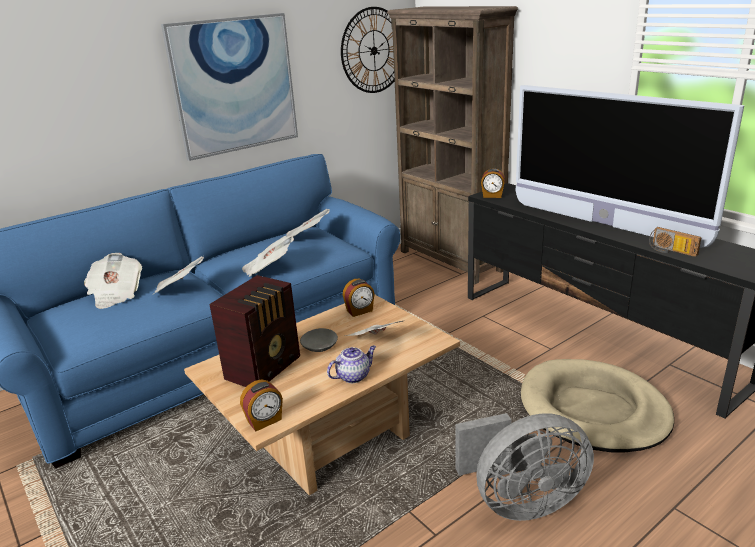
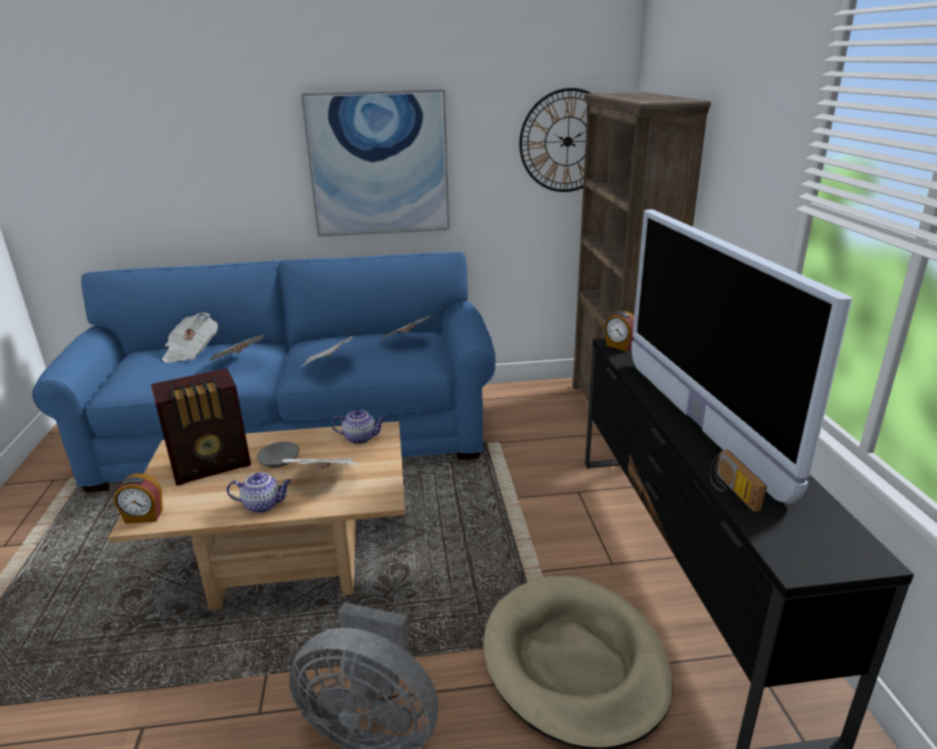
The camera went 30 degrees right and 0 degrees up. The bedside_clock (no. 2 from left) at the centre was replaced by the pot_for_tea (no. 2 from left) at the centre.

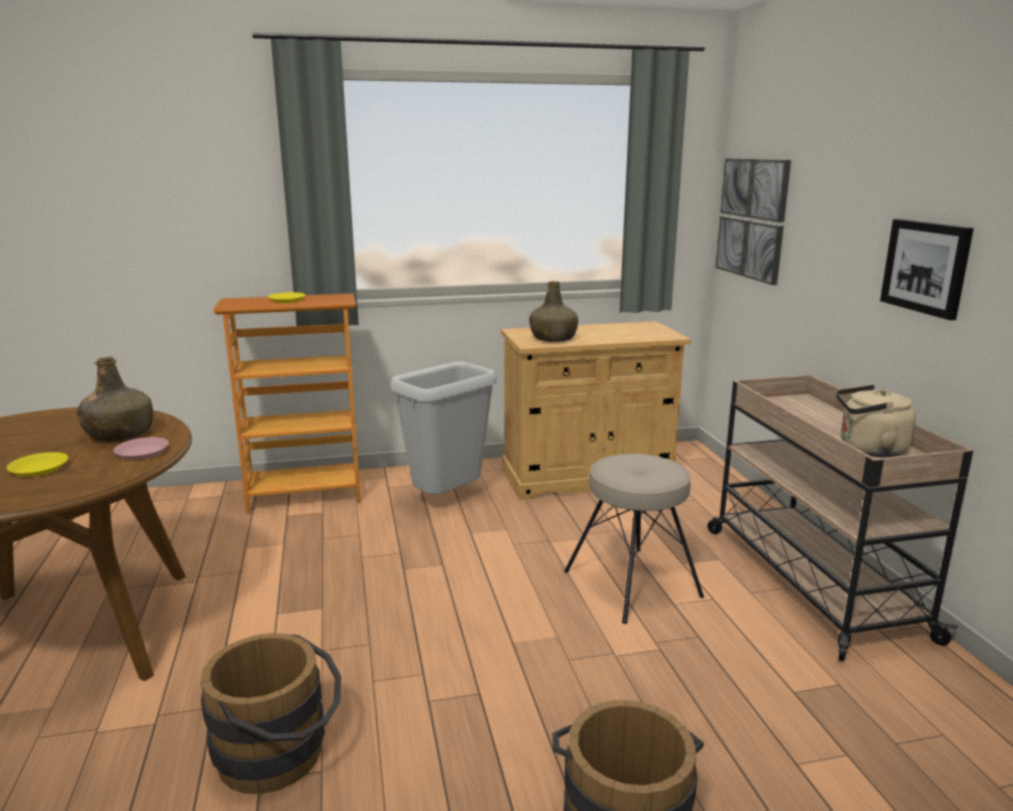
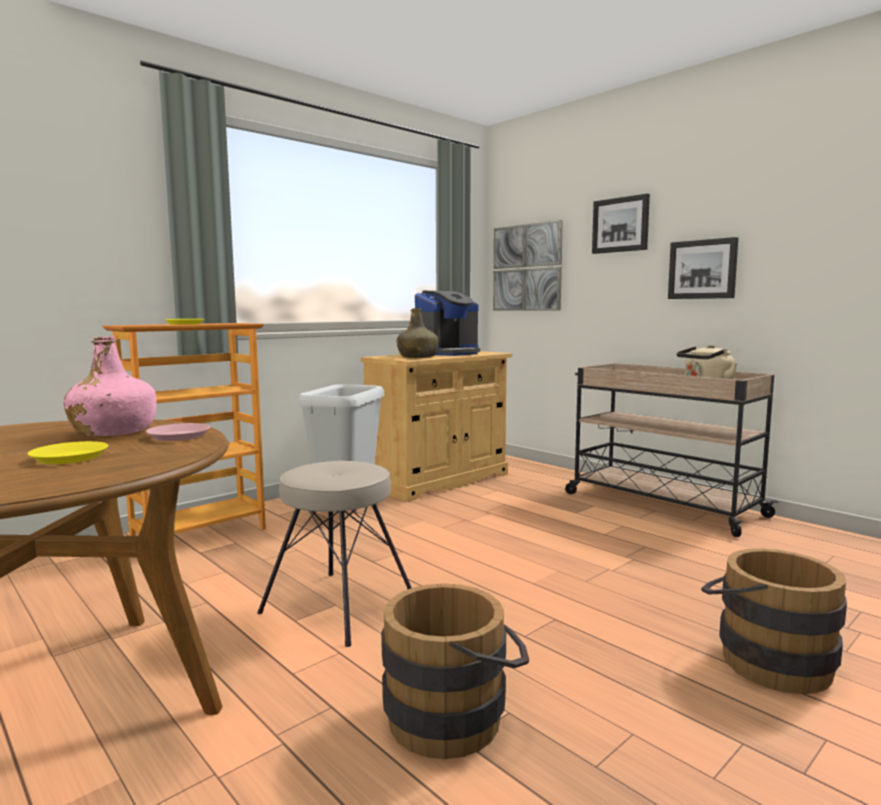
The camera went 30 degrees left and 10 degrees down. The coffee_machine at the centre appeared. The picture (no. 2 from left) at the top right appeared. The sand-coloured_stool_seat moved from the centre to the bottom centre. The green_bottle (no. 1 from left) at the middle left became the pink-coloured_bottle at the middle left.

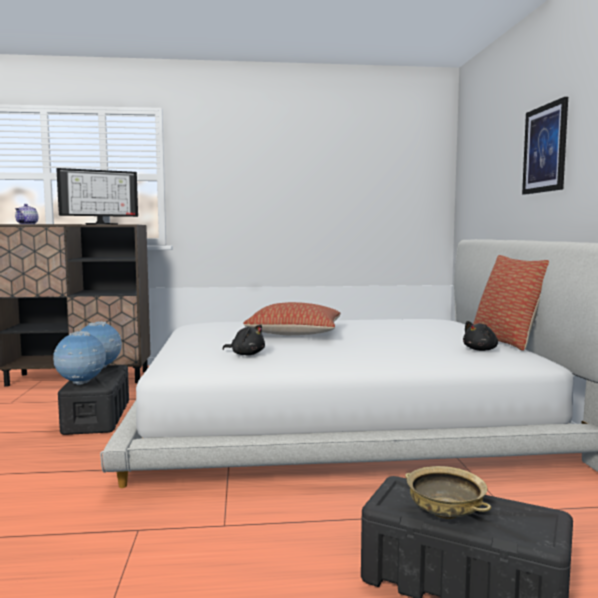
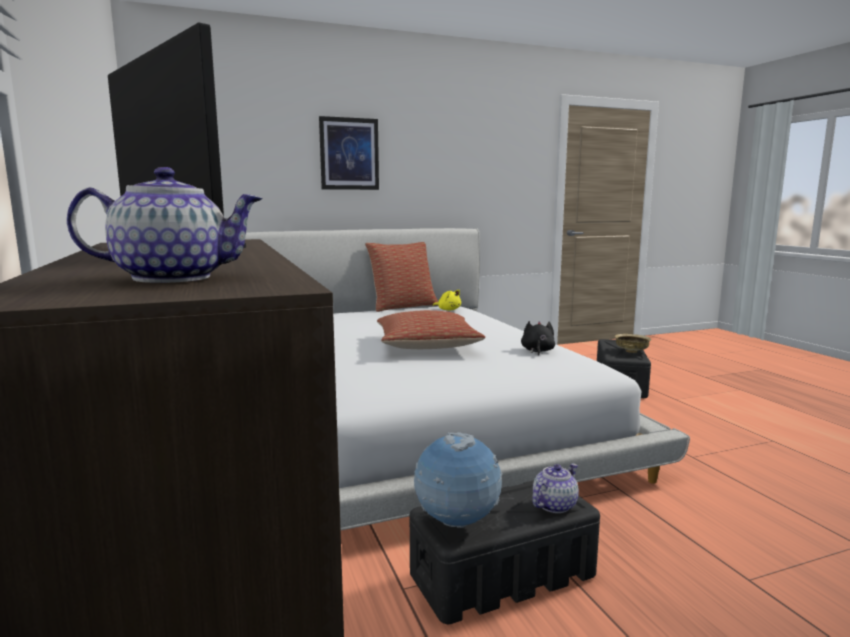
The camera went 105 degrees left and 5 degrees up. The globe (no. 1 from left) at the middle left was replaced by the pot_for_tea (no. 2 from left) at the bottom centre. The black_cuddly_toy (no. 2 from left) at the middle right became the yellowish_cuddly_toy at the centre.

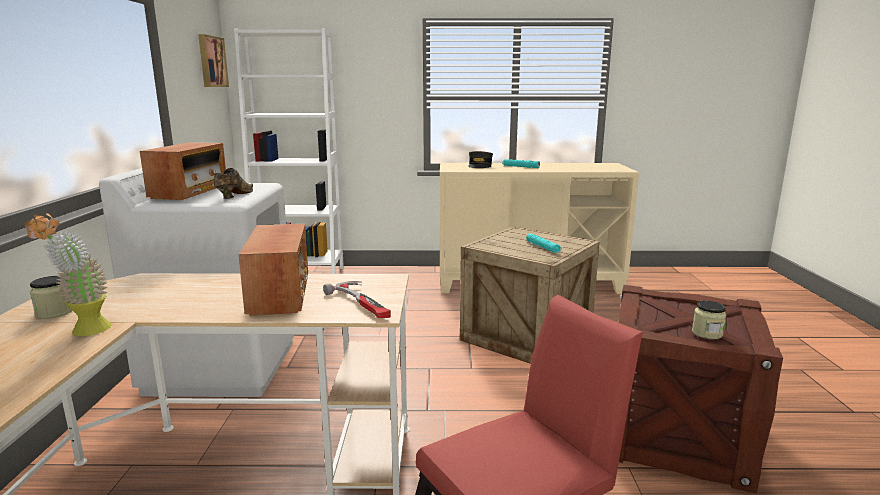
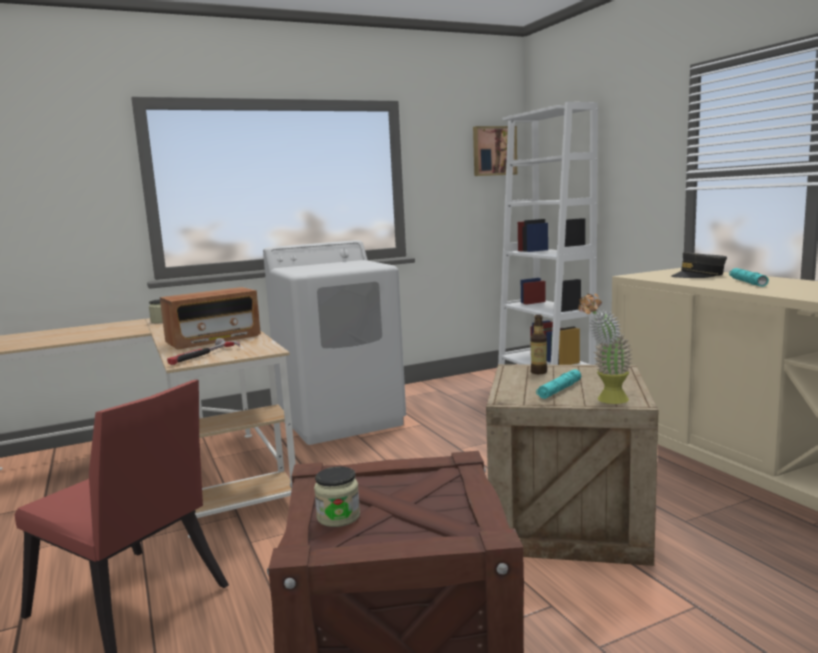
The camera went 65 degrees right and 5 degrees down. The radio_receiver (no. 1 from left) at the middle left disappeared. The brown-coloured_low_shoe at the middle left disappeared. The bottle at the centre appeared. The plant_in_a_pot moved from the middle left to the middle right.

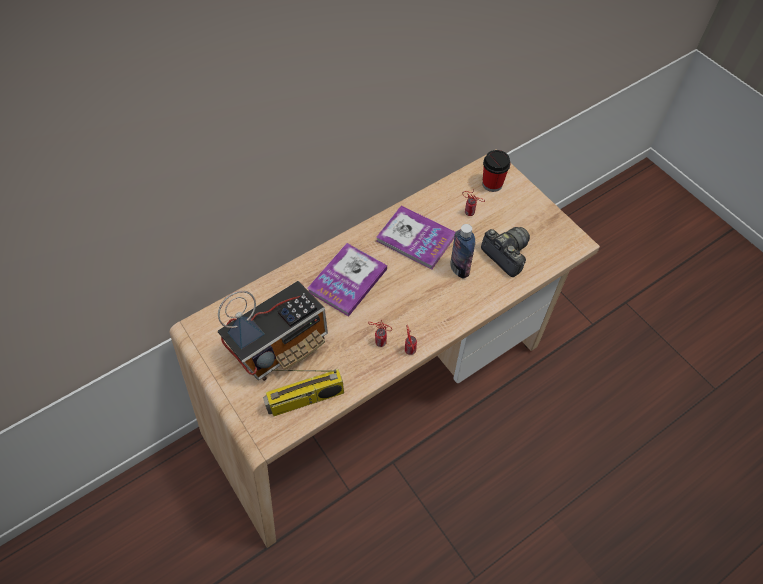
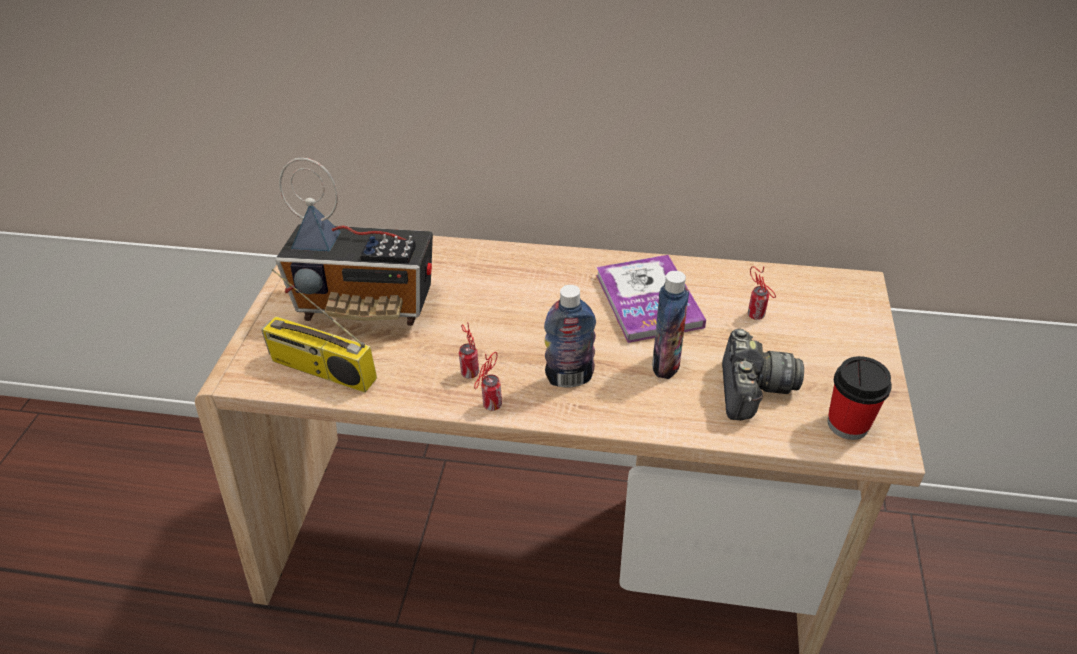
The camera went 45 degrees right and 15 degrees down. The volume (no. 1 from left) at the centre disappeared. The bottle (no. 1 from left) at the centre appeared. The cup moved from the top centre to the middle right.

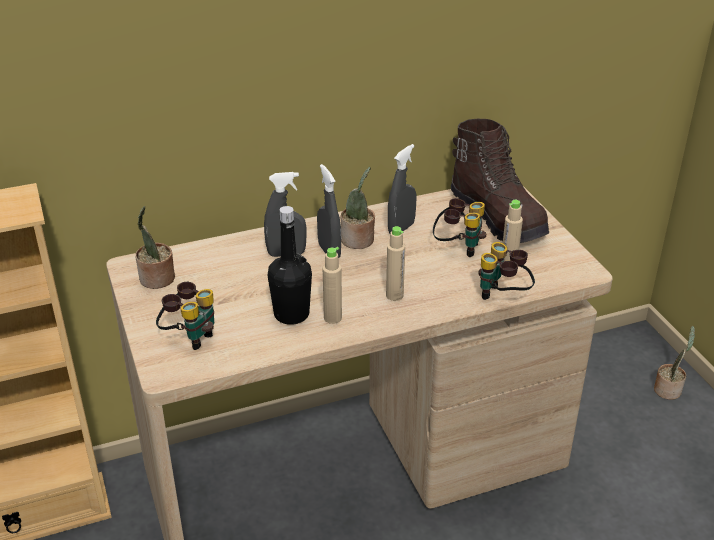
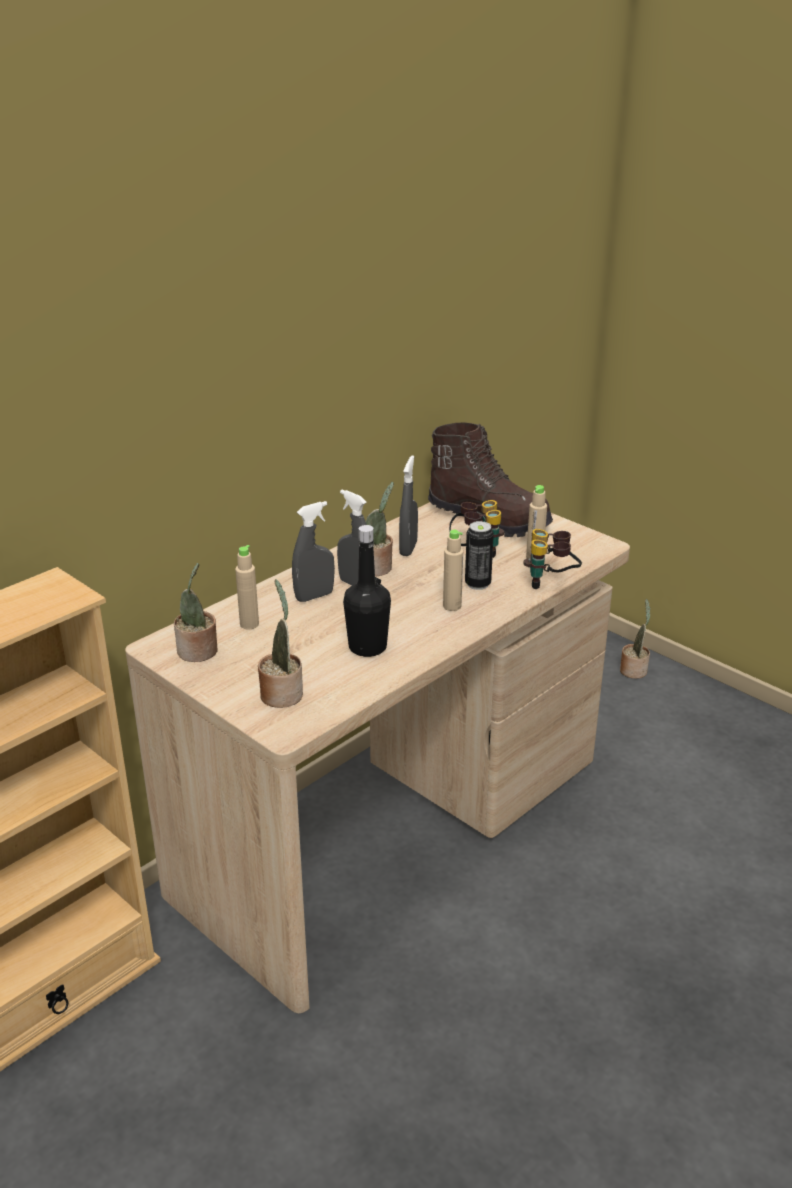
The camera went 25 degrees left and 5 degrees down. The can at the centre appeared. The sand-coloured_bottle (no. 1 from left) moved from the centre to the middle left. The field_glasses (no. 1 from left) at the middle left was replaced by the plant_in_a_pot (no. 2 from left) at the centre.

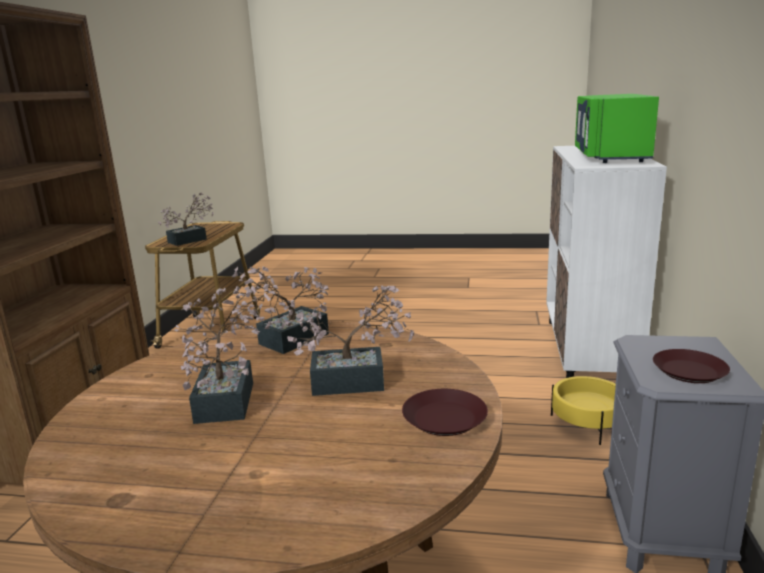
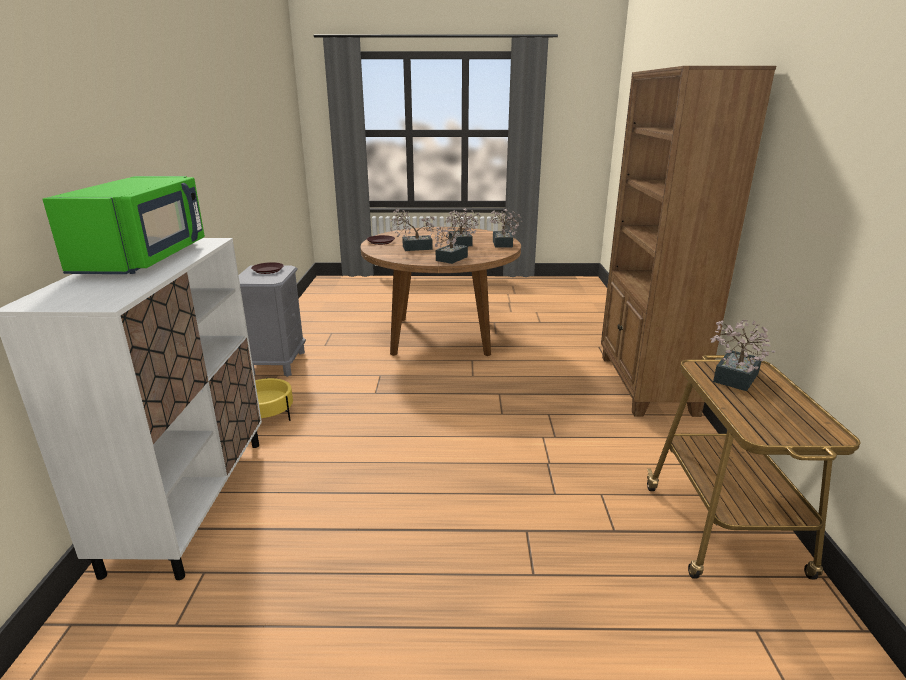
The camera went 170 degrees right and 5 degrees up. The plant_in_a_pot (no. 4 from left) at the centre appeared.

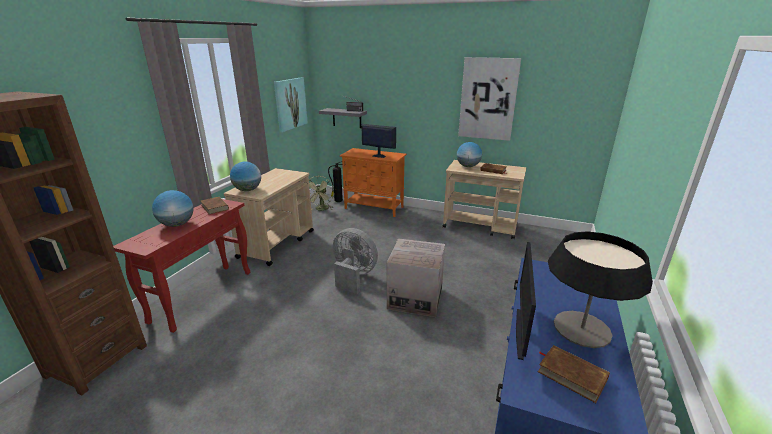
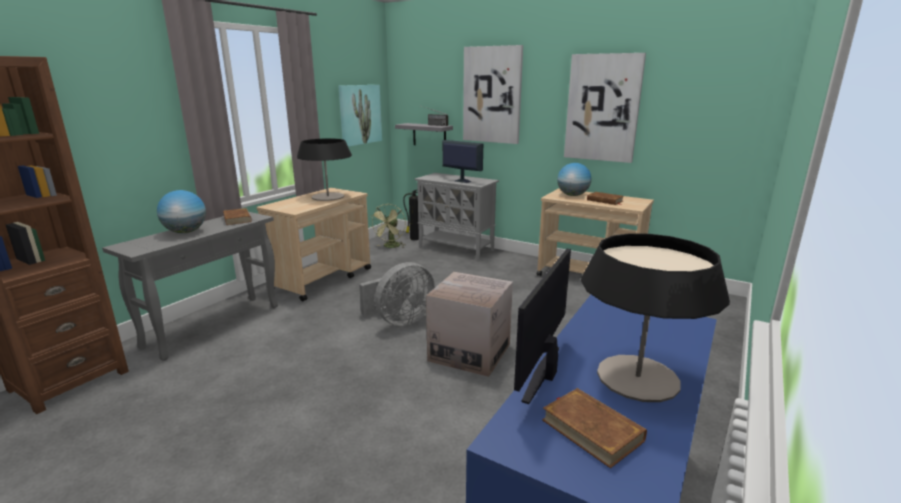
The camera went 10 degrees right and 5 degrees down. The globe (no. 2 from left) at the middle left disappeared. The tabletop_lamp (no. 1 from left) at the centre appeared. The picture (no. 2 from left) at the top centre appeared. The red-coloured_console_table at the middle left became the greyish_console_table at the middle left. The orange-coloured_cupboard at the centre became the greyish_cupboard at the centre. The greyish_electric_fan at the centre turned 105 degrees clockwise.

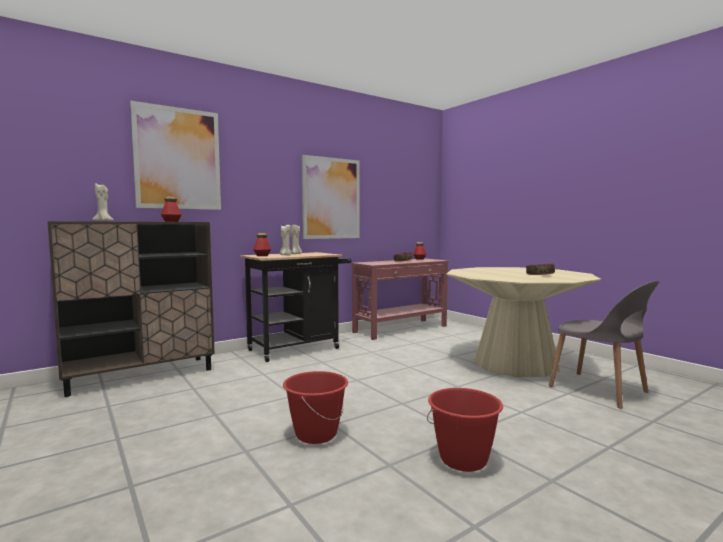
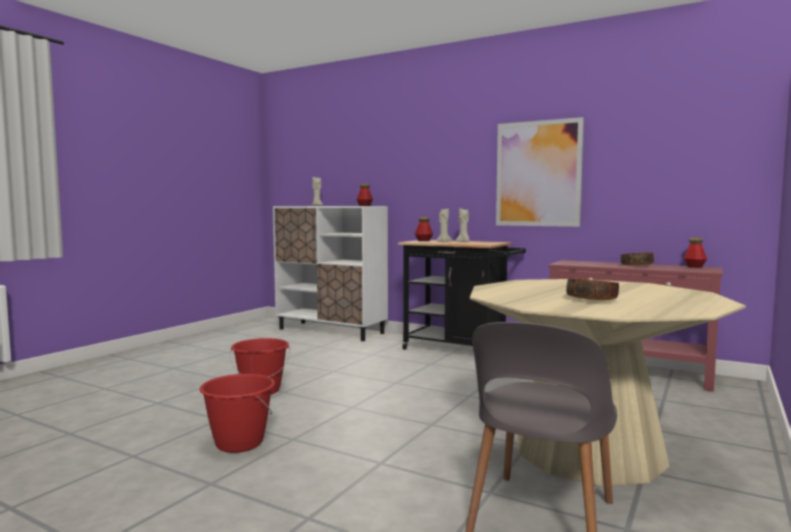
The camera went 65 degrees right and 0 degrees up. The picture (no. 1 from left) at the top left disappeared. The brown-coloured_cupboard at the middle left became the white_cupboard at the centre.

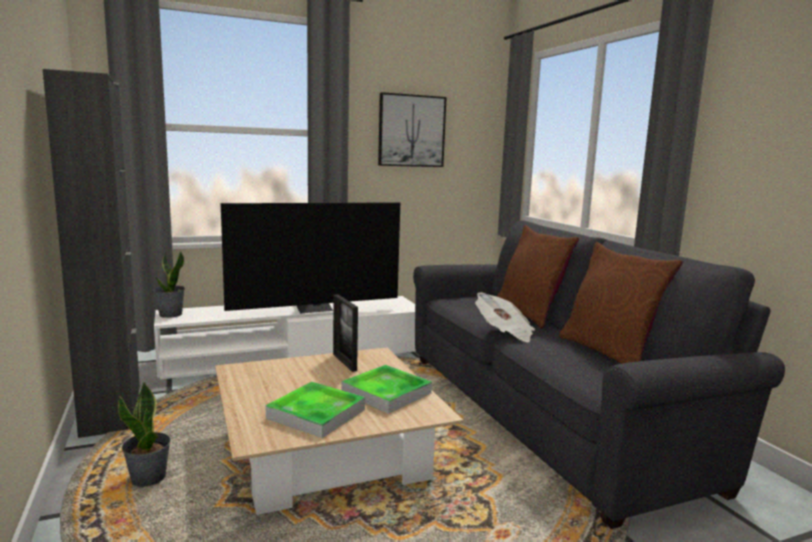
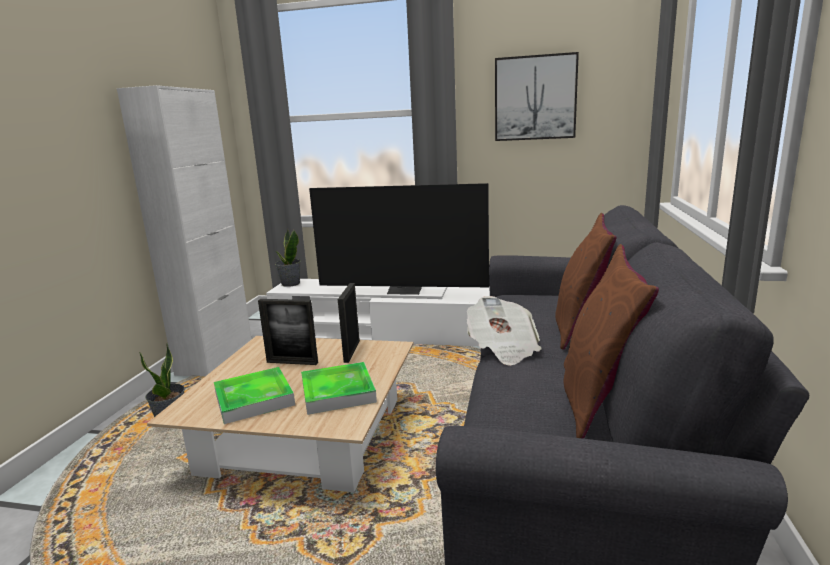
The camera went 35 degrees right and 5 degrees up. The standing_frame (no. 1 from left) at the centre appeared. The black_cupboard at the middle left became the white_cupboard at the middle left.

